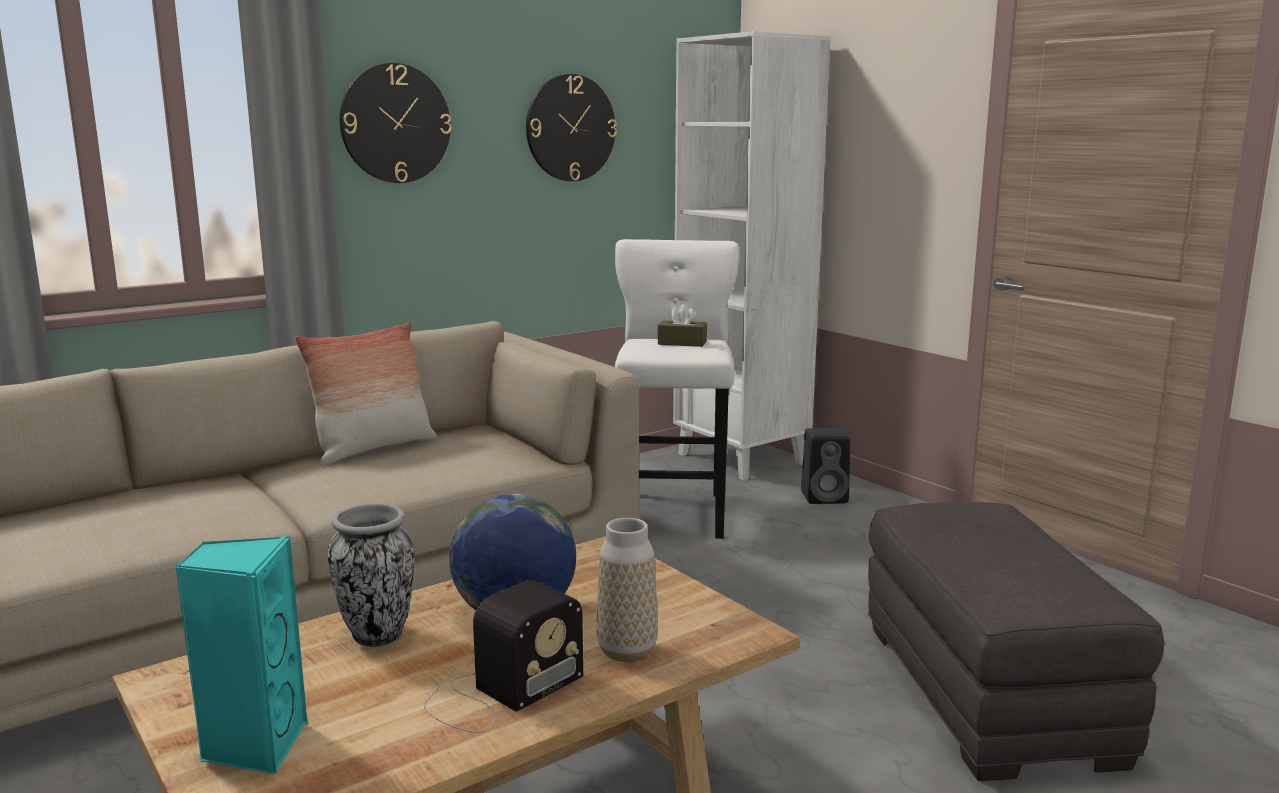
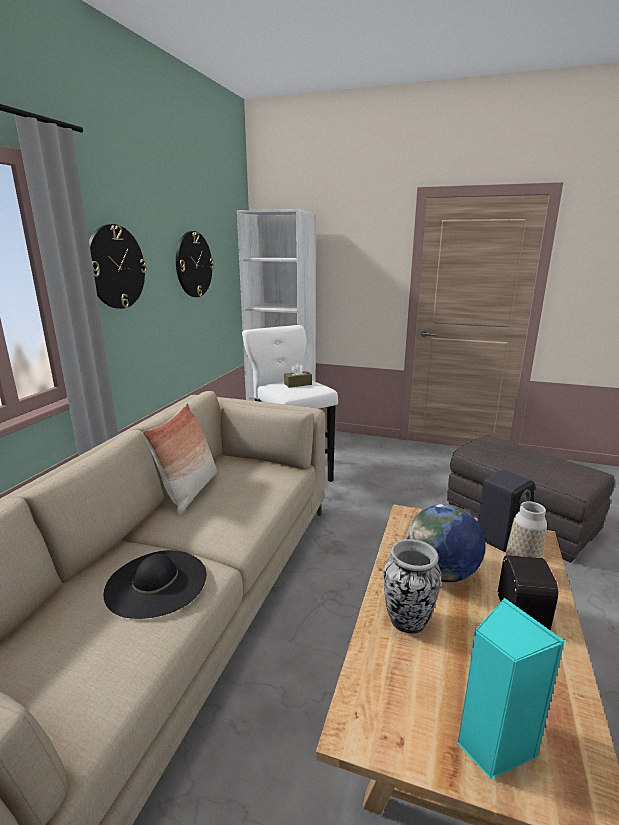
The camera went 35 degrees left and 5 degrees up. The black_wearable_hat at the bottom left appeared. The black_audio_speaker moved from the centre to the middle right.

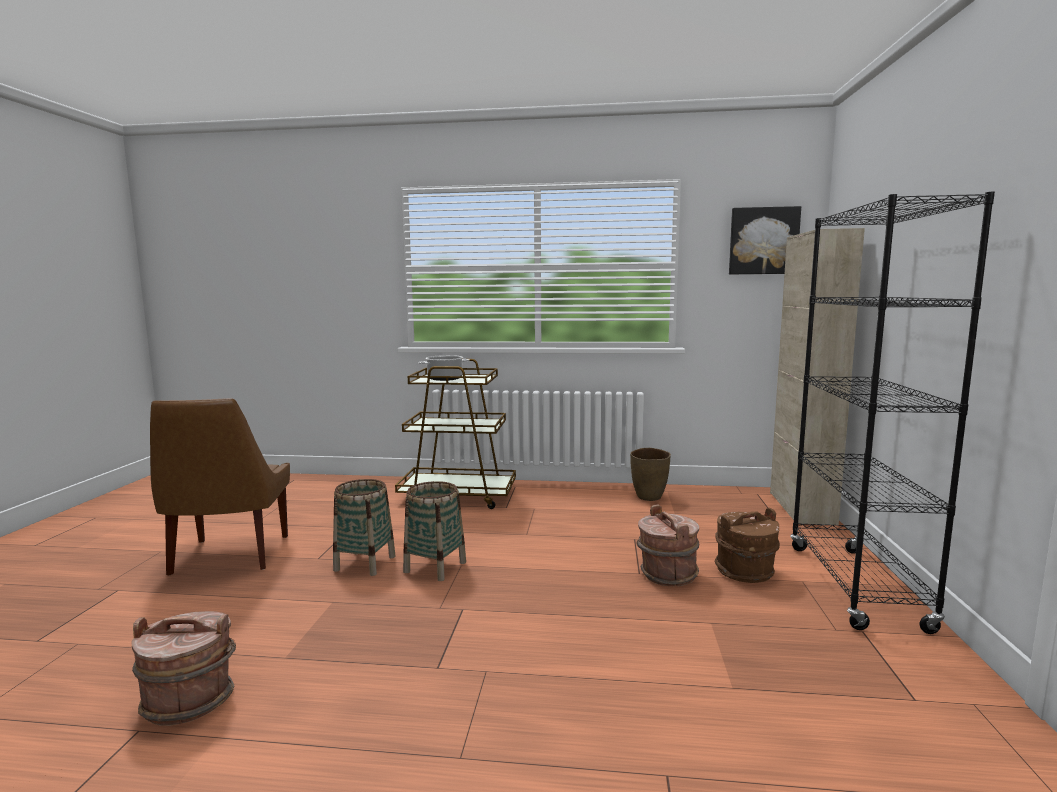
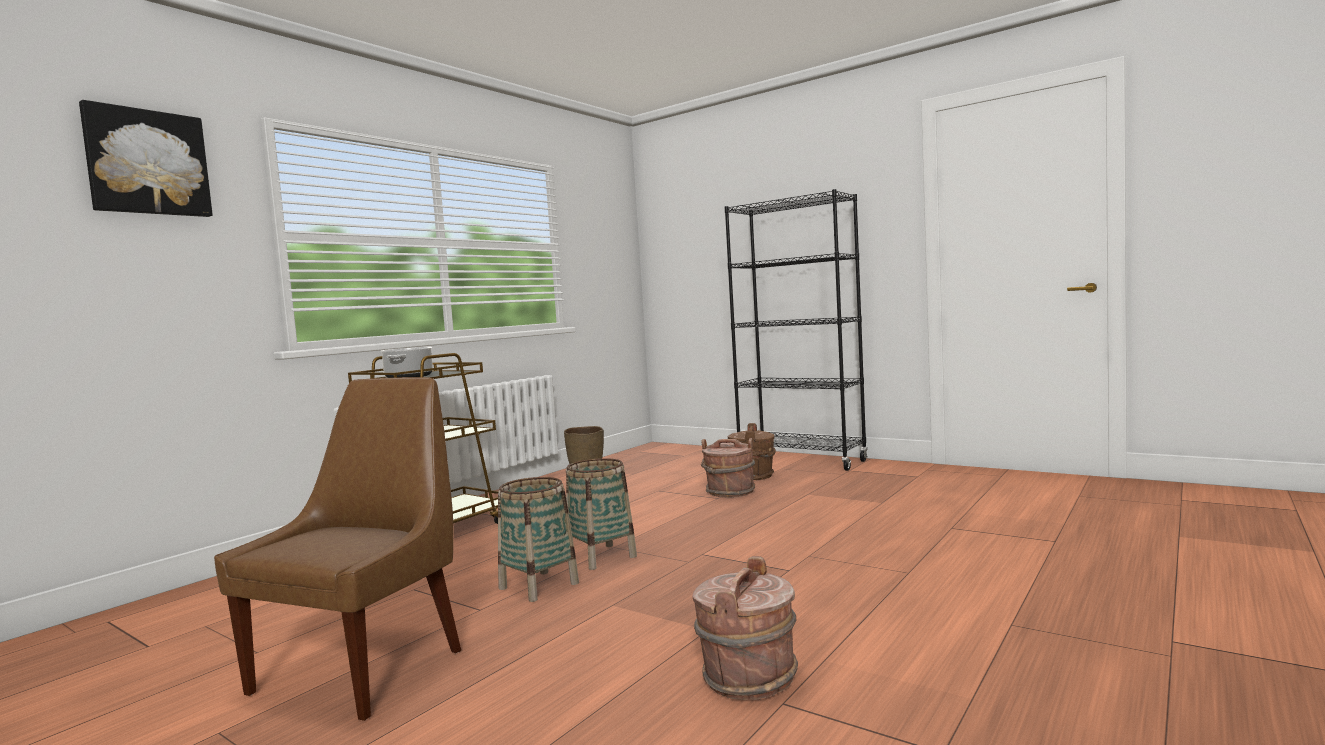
The camera went 60 degrees left and 5 degrees down. The sand-coloured_cupboard at the middle right disappeared. The picture moved from the top right to the top left. The brown-coloured_upright_chair at the middle left turned 90 degrees counterclockwise.

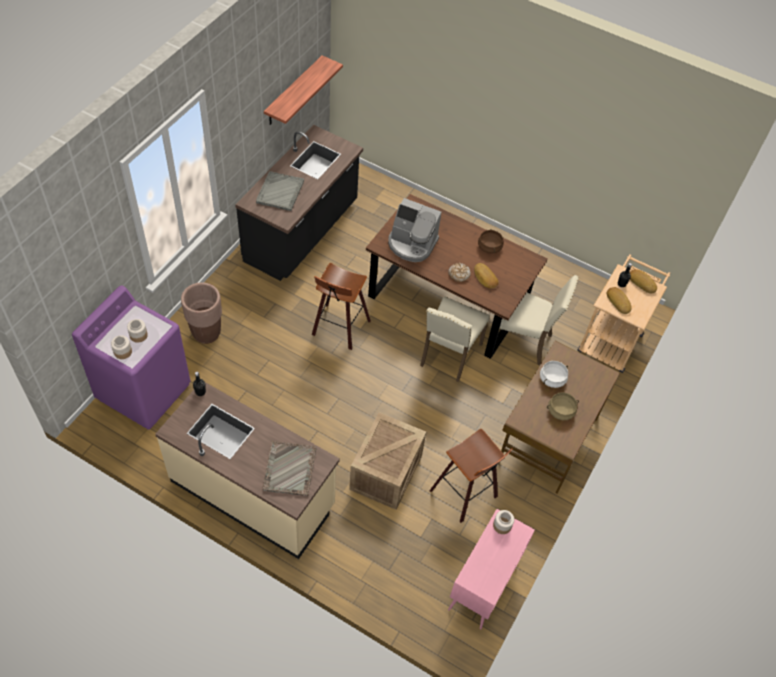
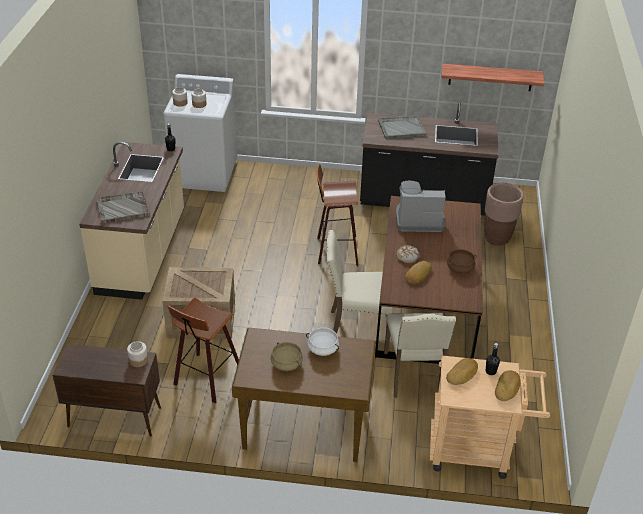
The camera went 70 degrees right and 15 degrees down. The brown-coloured_flower_pot moved from the middle left to the middle right. The purple_washing_machine at the middle left became the white_washing_machine at the top left. The pink-coloured_cupboard at the bottom centre became the brown-coloured_cupboard at the bottom left. The coffee_machine at the centre turned 90 degrees clockwise.

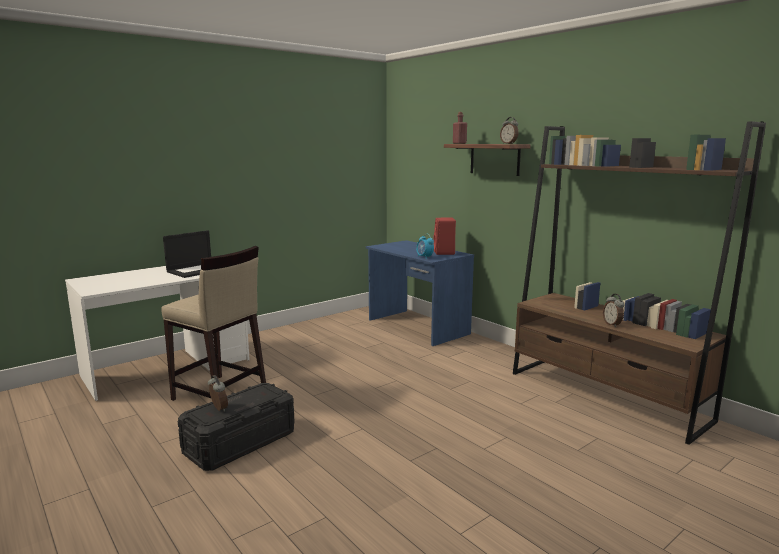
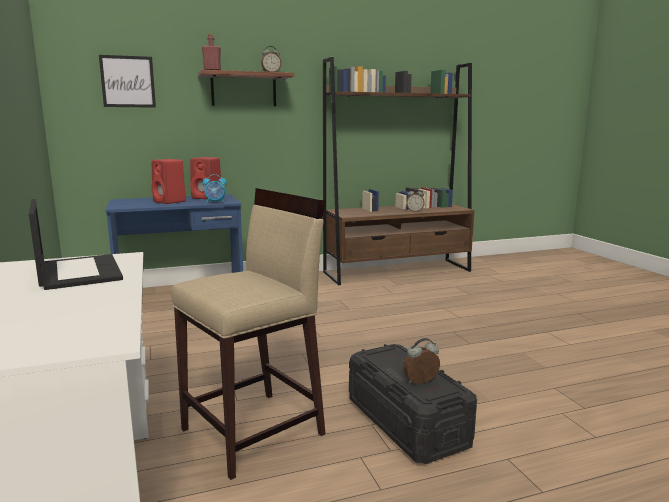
The camera went 70 degrees left and 0 degrees up. The picture at the top left appeared. The red-coloured_audio_speaker (no. 1 from left) at the middle left appeared.

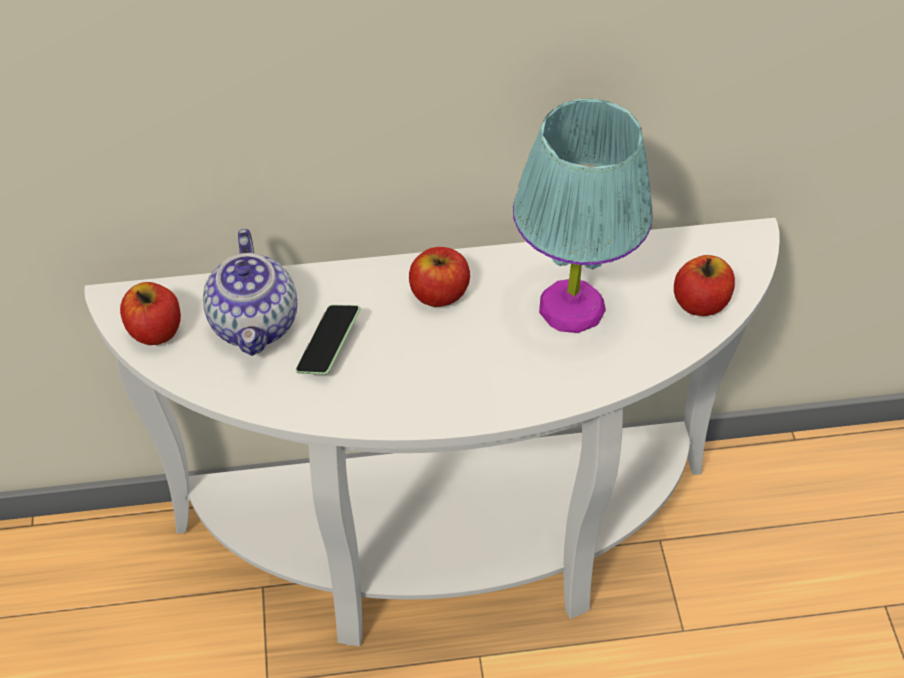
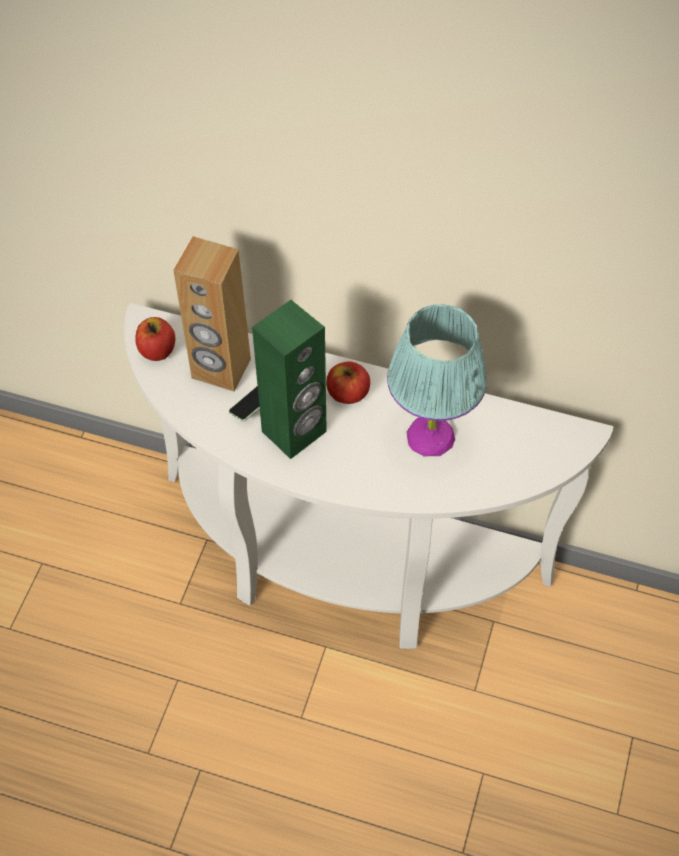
The camera went 25 degrees right and 5 degrees up. The apple (no. 3 from left) at the middle right disappeared. The green_audio_speaker at the centre appeared. The pot_for_tea at the middle left was replaced by the brown-coloured_audio_speaker at the middle left.

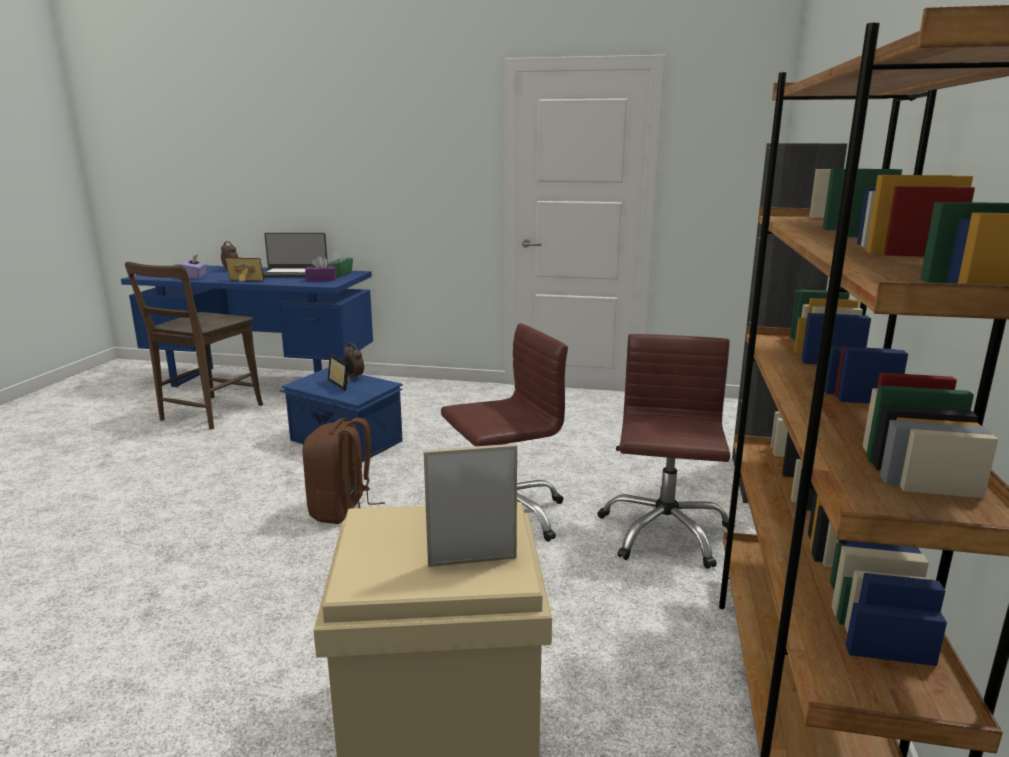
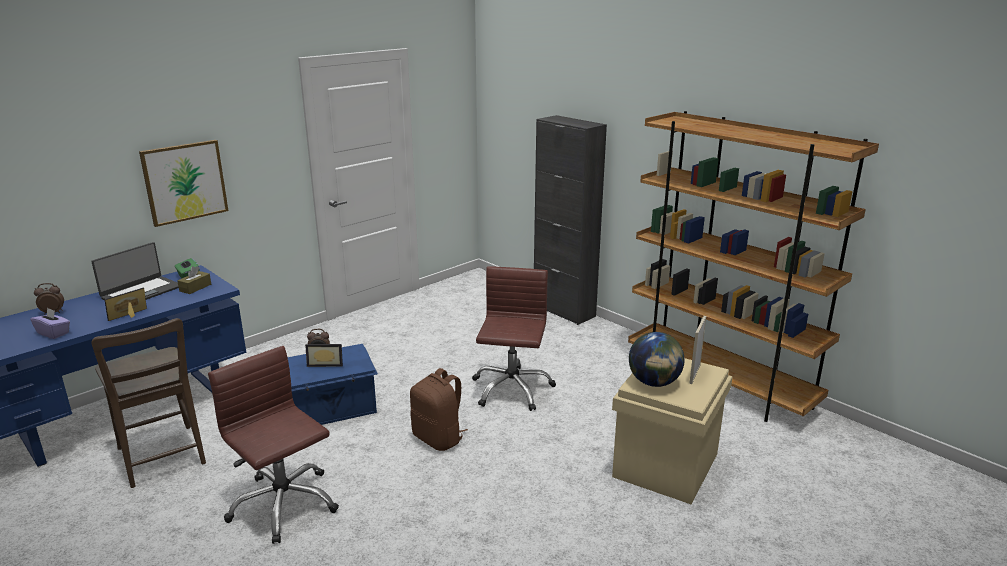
The camera went 55 degrees left and 5 degrees up. The picture at the top left appeared. The globe at the centre appeared. The brown-coloured_desk_chair (no. 2 from left in the first image) moved from the centre to the bottom left. The purple_tissue_holder (no. 2 from left) at the middle left became the brown-coloured_tissue_holder at the middle left.

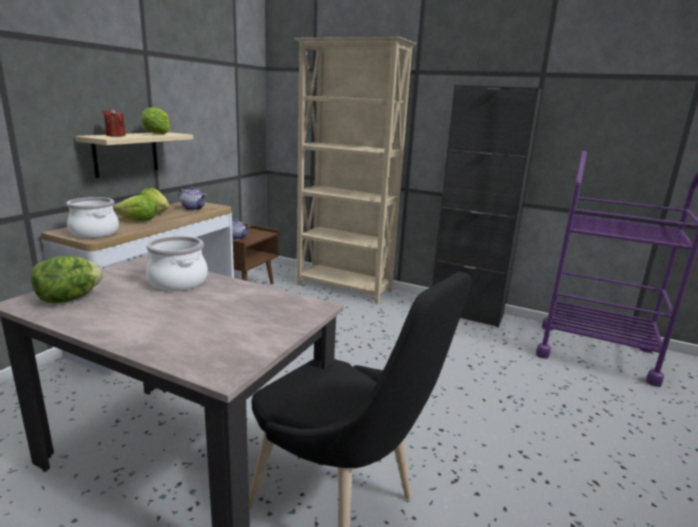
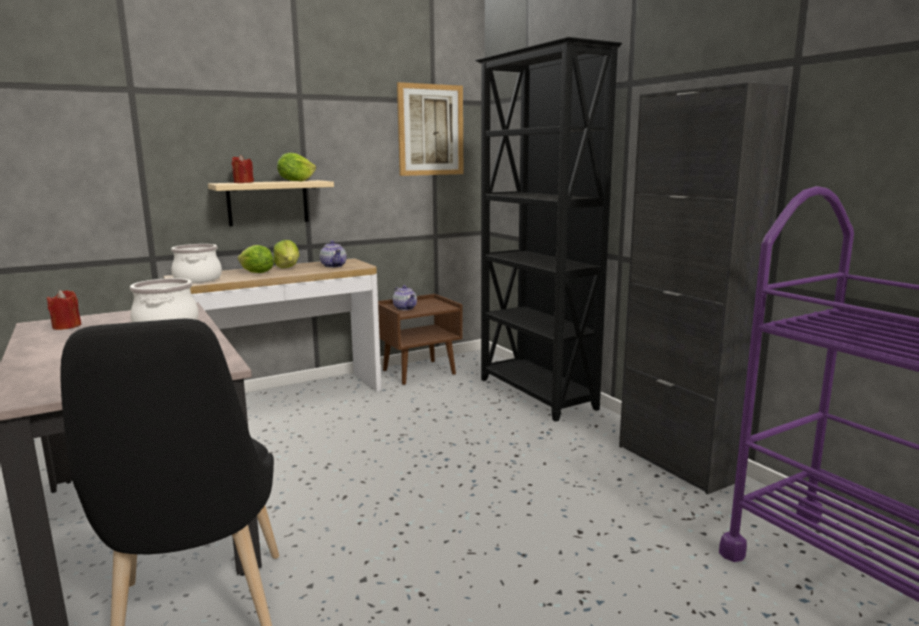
The camera went 35 degrees right and 5 degrees down. The picture at the top centre appeared. The lettuce_head (no. 1 from left) at the middle left was replaced by the red-coloured_candle (no. 1 from left) at the middle left. The sand-coloured_bookcase at the top centre became the black_bookcase at the centre.

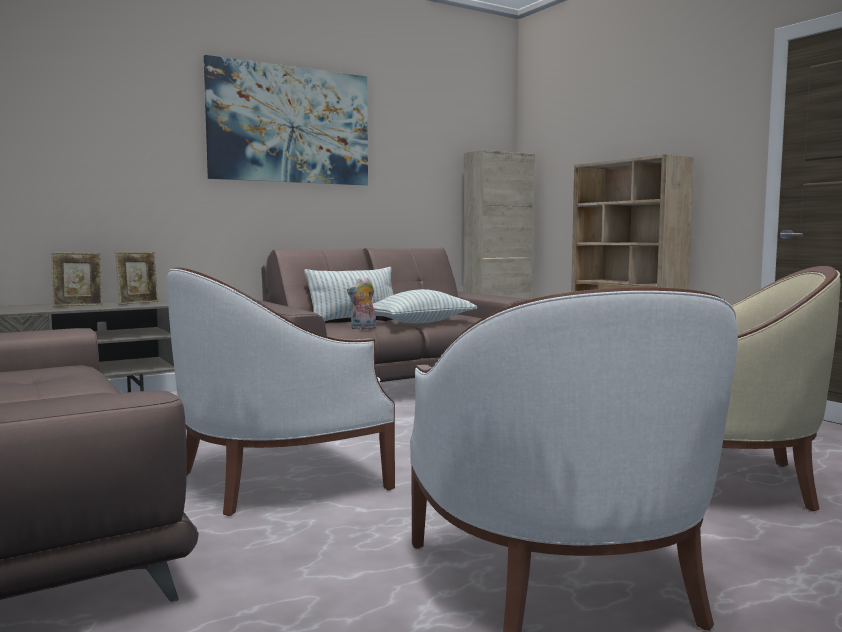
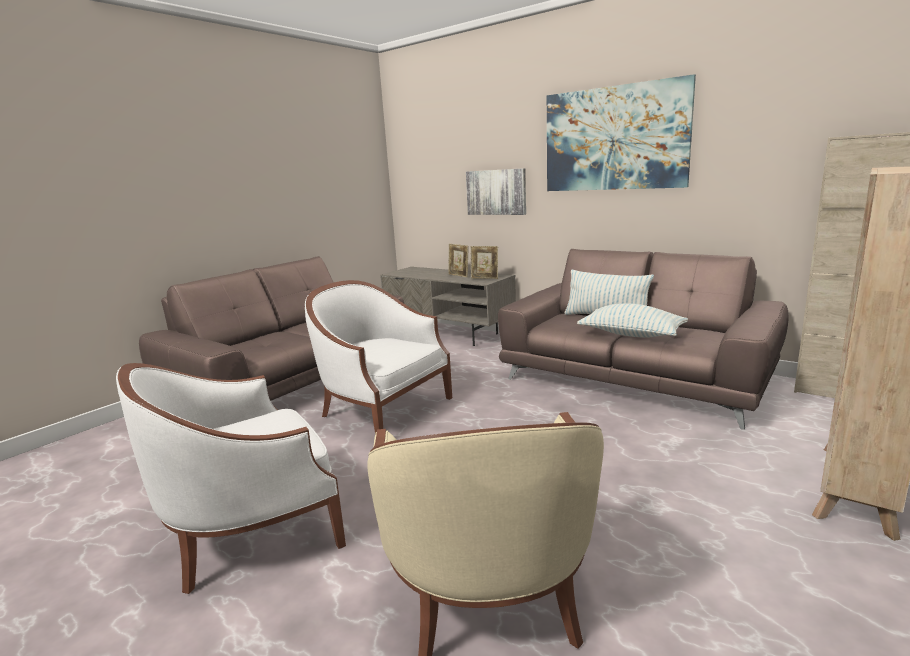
The camera went 70 degrees right and 10 degrees up. The cuddly_toy at the centre disappeared. The picture (no. 1 from left) at the top centre appeared.

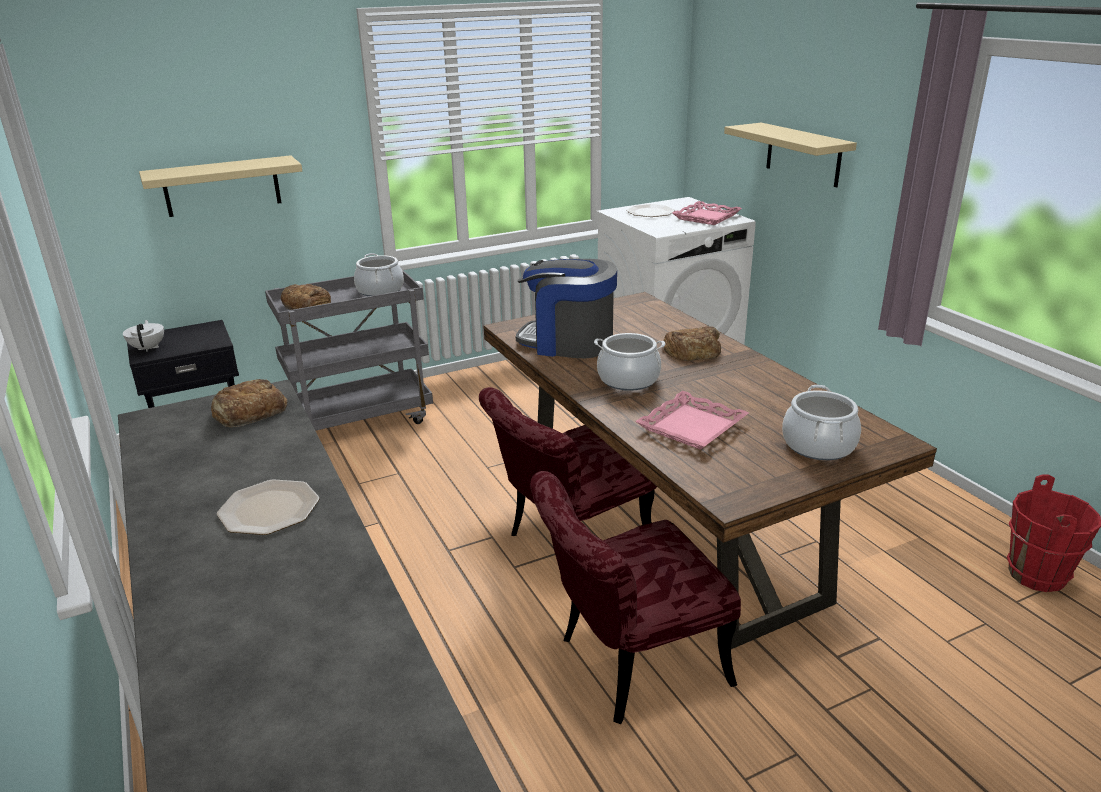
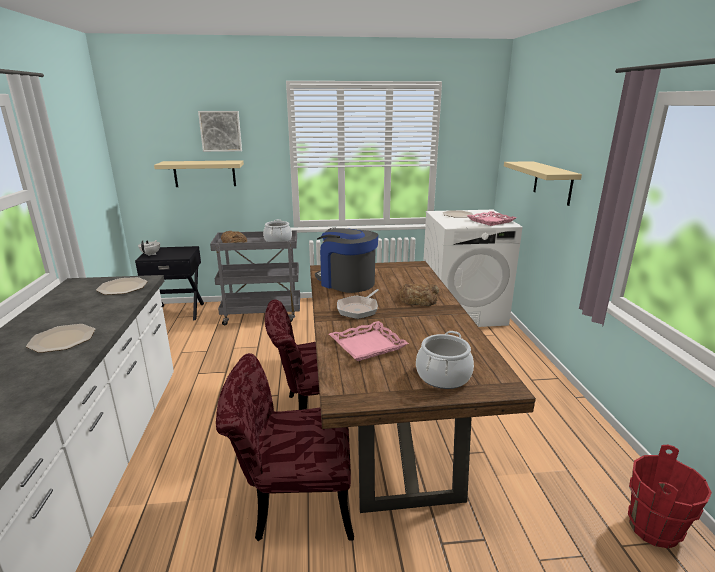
The camera went 20 degrees right and 5 degrees down. The picture at the top left appeared. The baked_bread (no. 1 from left) at the middle left was replaced by the flat_dish (no. 2 from left) at the middle left. The cooking_pot (no. 2 from left) at the centre was replaced by the skillet at the centre.

